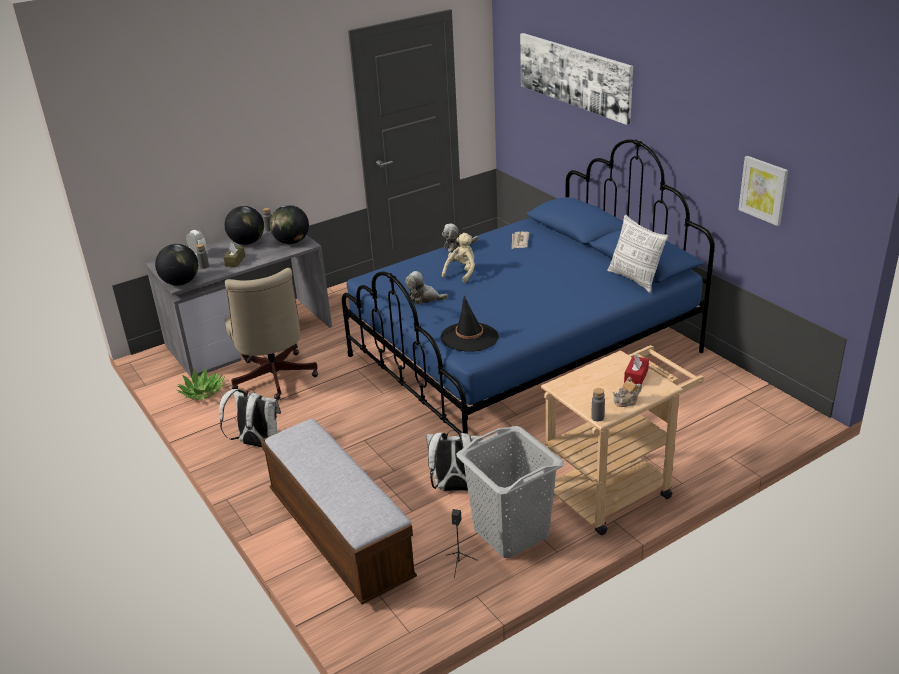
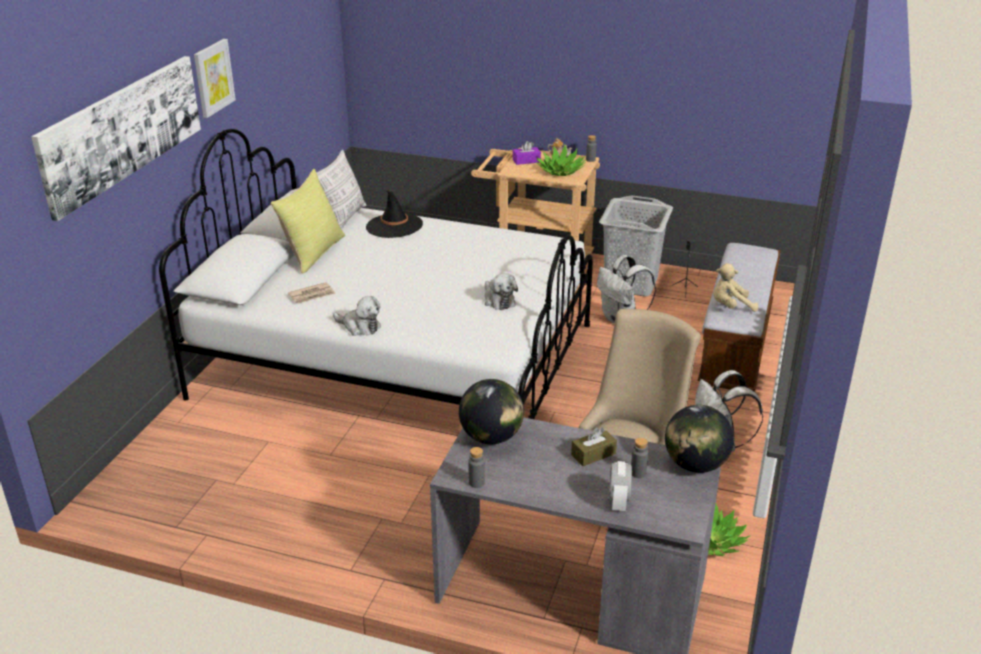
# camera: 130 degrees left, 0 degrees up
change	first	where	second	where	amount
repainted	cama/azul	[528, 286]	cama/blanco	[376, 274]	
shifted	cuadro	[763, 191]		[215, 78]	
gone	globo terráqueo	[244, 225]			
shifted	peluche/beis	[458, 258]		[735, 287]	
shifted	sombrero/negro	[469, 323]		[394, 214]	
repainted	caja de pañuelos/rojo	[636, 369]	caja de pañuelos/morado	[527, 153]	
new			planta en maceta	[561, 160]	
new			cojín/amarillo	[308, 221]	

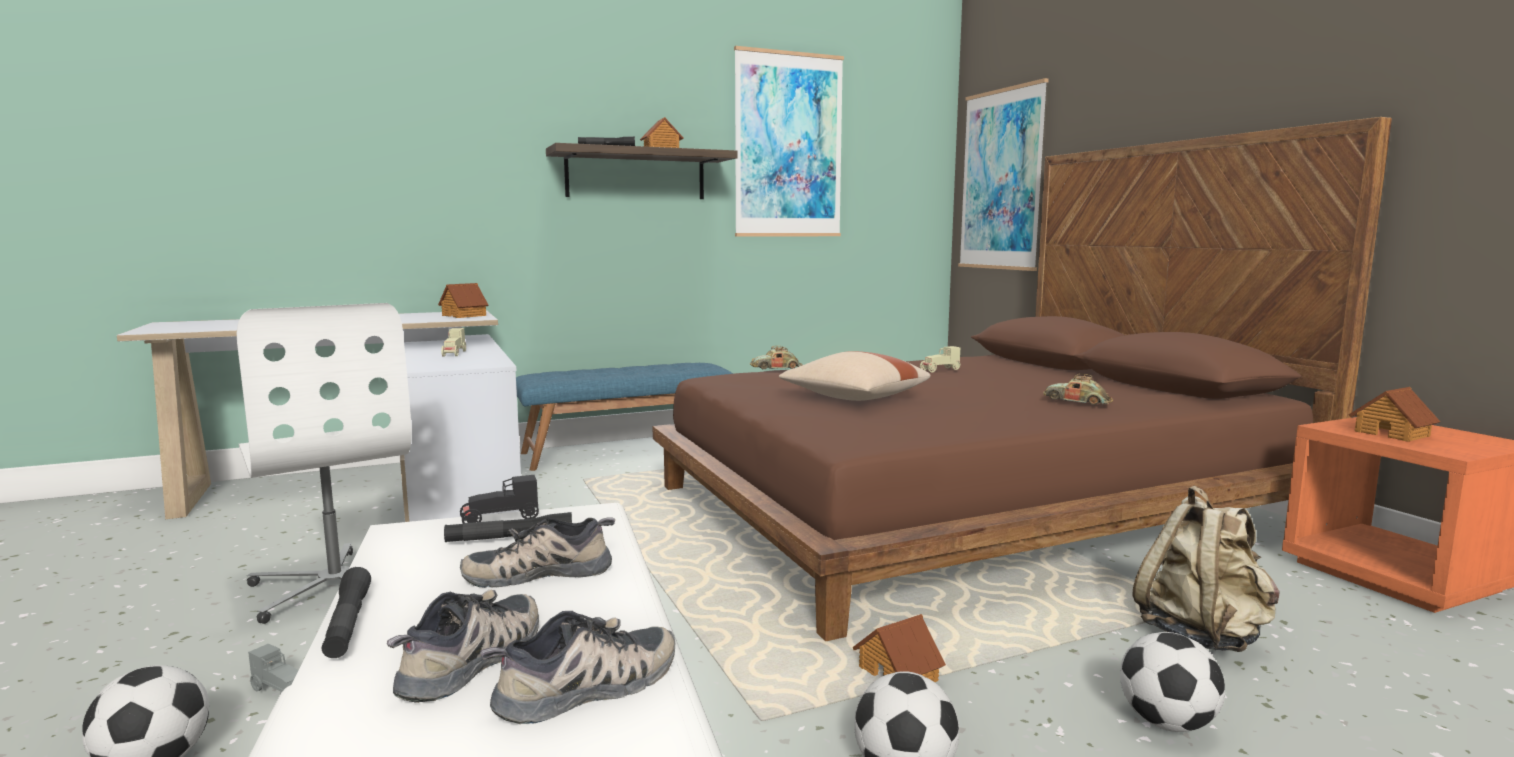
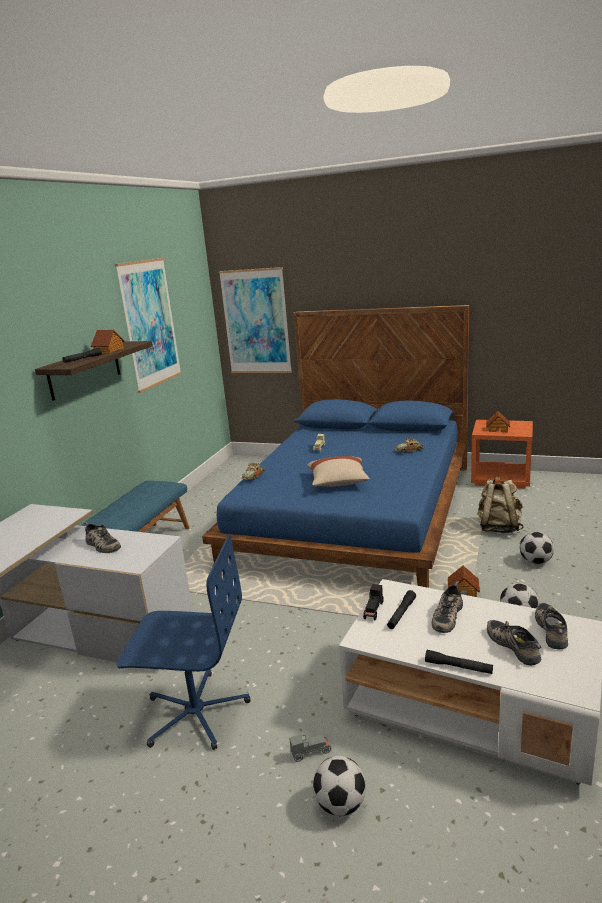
# camera: 45 degrees left, 10 degrees up
change	first	where	second	where	amount
repainted	cama/marrón	[1022, 379]	cama/azul	[335, 446]	
gone	casita	[463, 300]			
repainted	silla de oficina/blanco	[324, 463]	silla de oficina/azul	[183, 642]	
swapped	coche de juguete/beis	[453, 342]	zapato	[103, 537]	

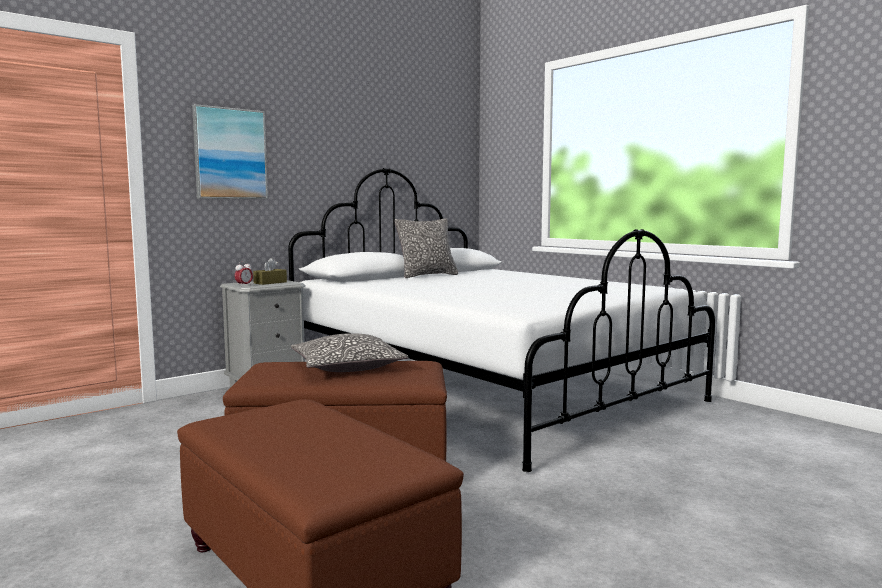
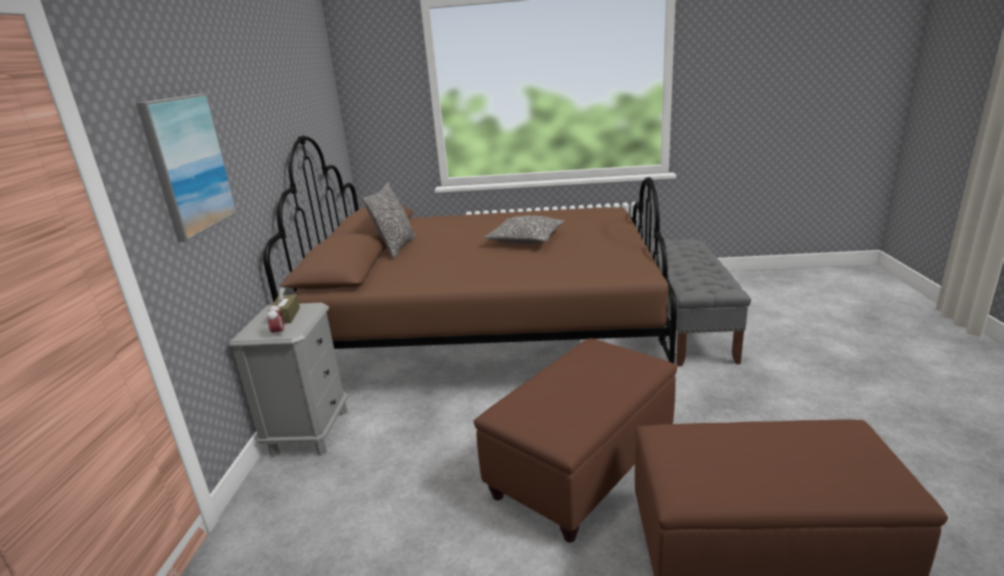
# camera: 45 degrees left, 15 degrees up
change	first	where	second	where	amount
repainted	cama/blanco	[501, 320]	cama/marrón	[470, 249]	
shifted	cojín	[350, 352]		[524, 229]	
new			banco/gris	[699, 302]	

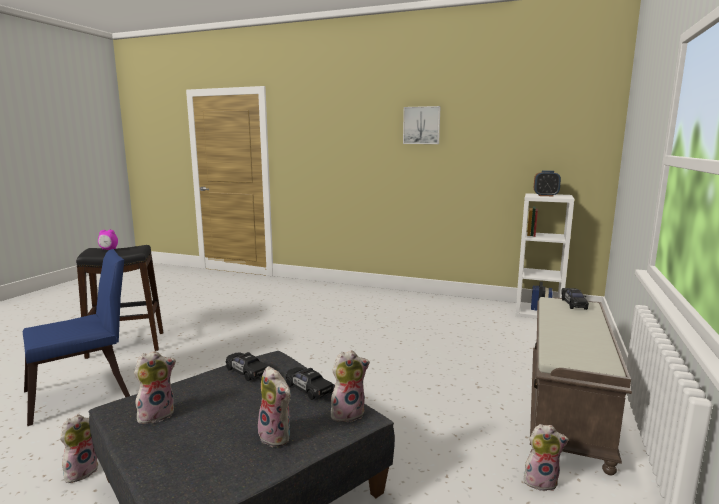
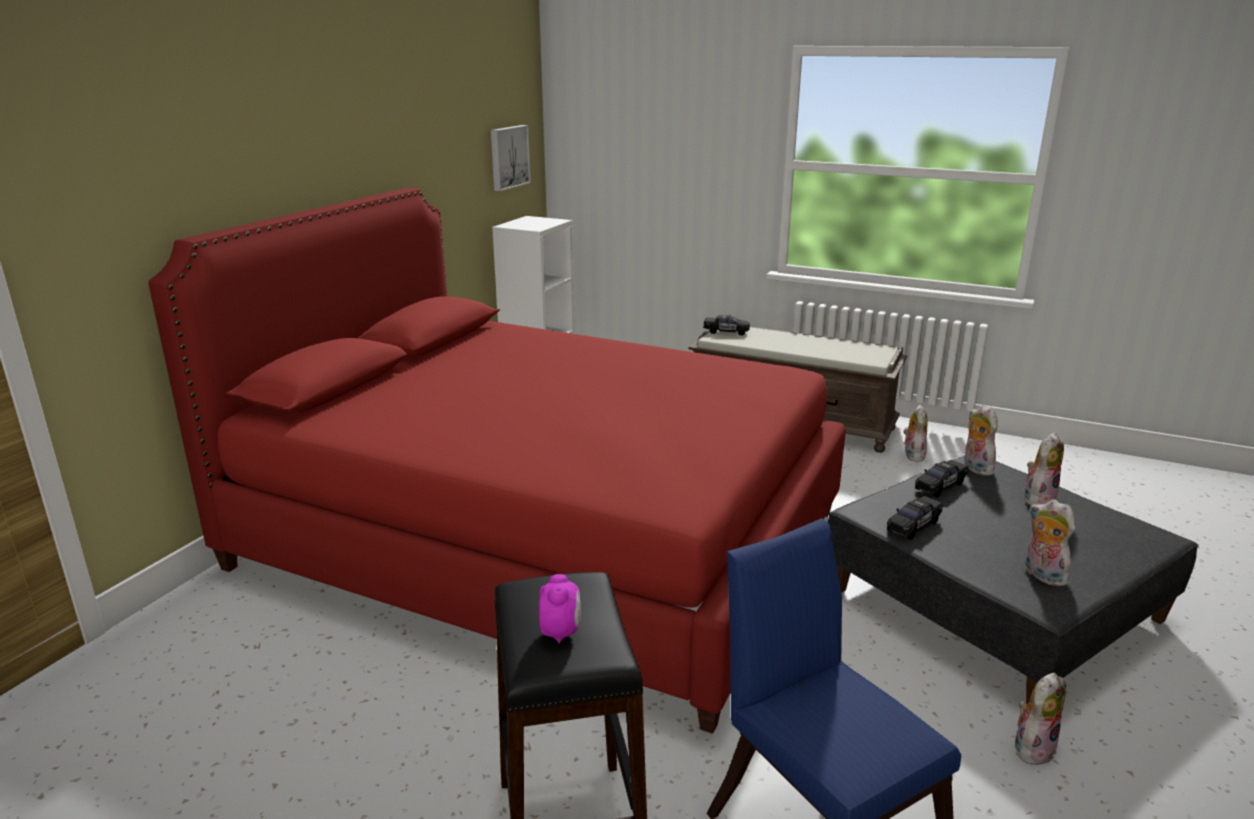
# camera: 85 degrees left, 10 degrees up
change	first	where	second	where	amount
shifted	cuadro	[422, 125]		[511, 158]	
gone	despertador	[547, 183]			
rotated	peluche	[79, 448]		[1040, 719]	105 degrees clockwise
new			cama/rojo	[497, 461]	

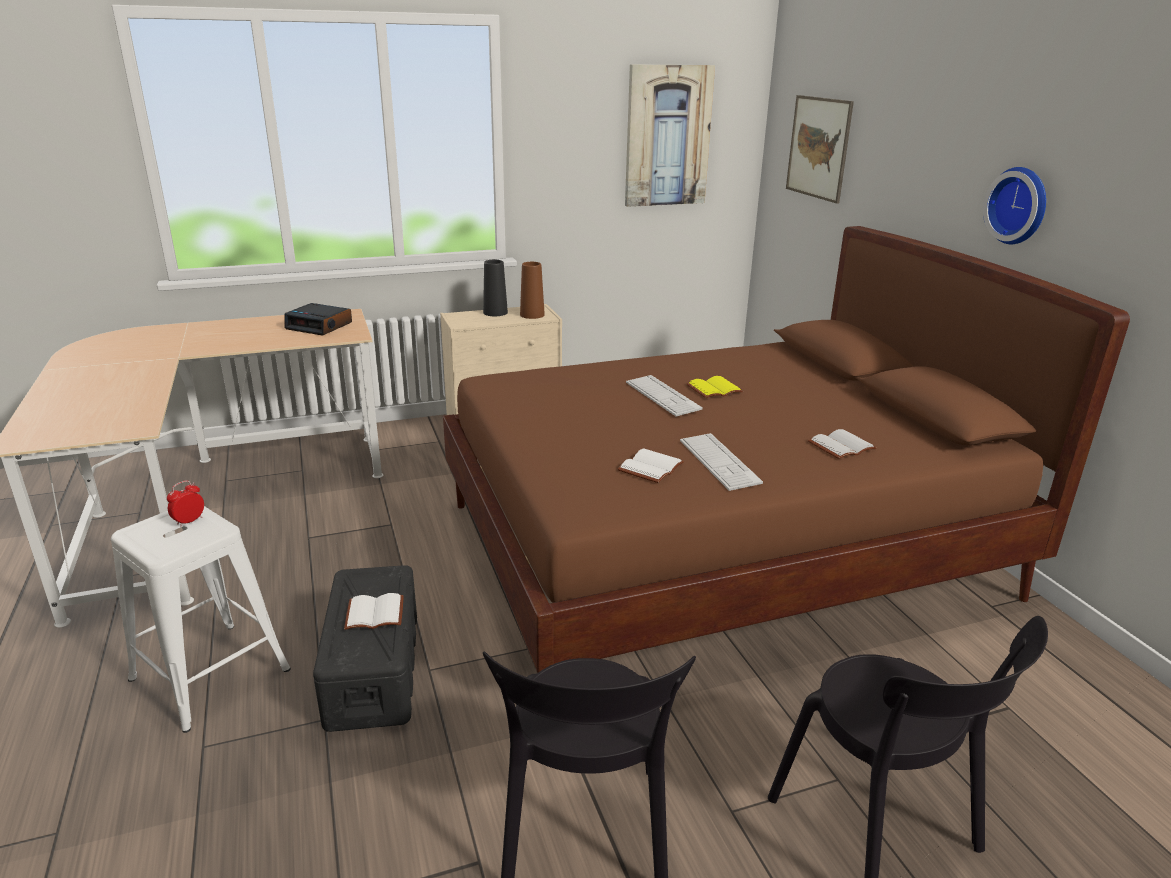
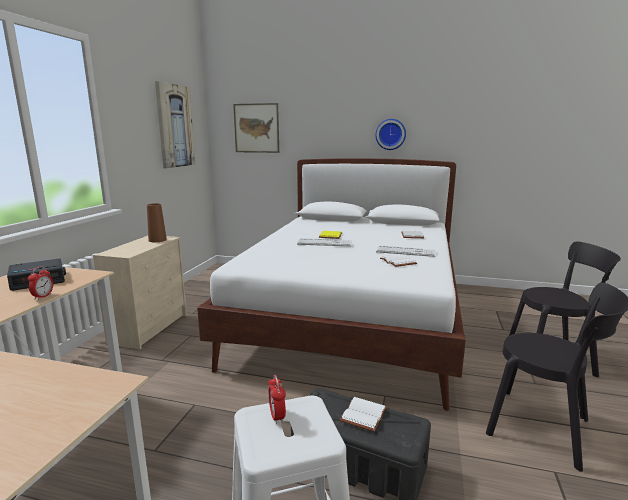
# camera: 55 degrees left, 10 degrees down
change	first	where	second	where	amount
repainted	cama/marrón	[786, 449]	cama/blanco	[331, 284]	
gone	florero/negro	[495, 288]			
new			despertador	[40, 283]	

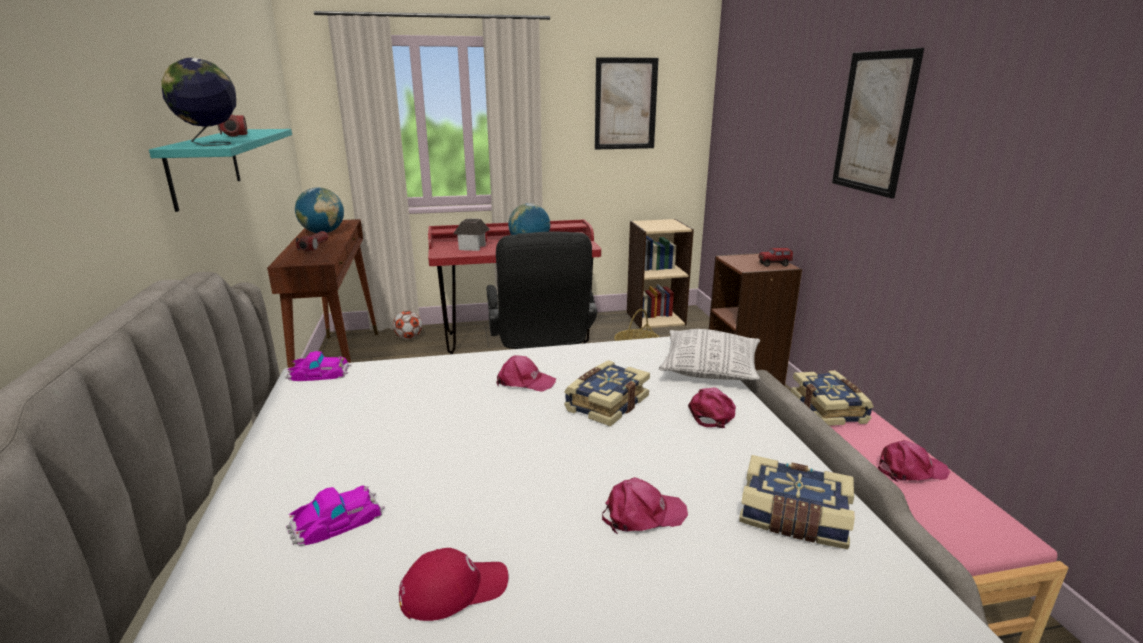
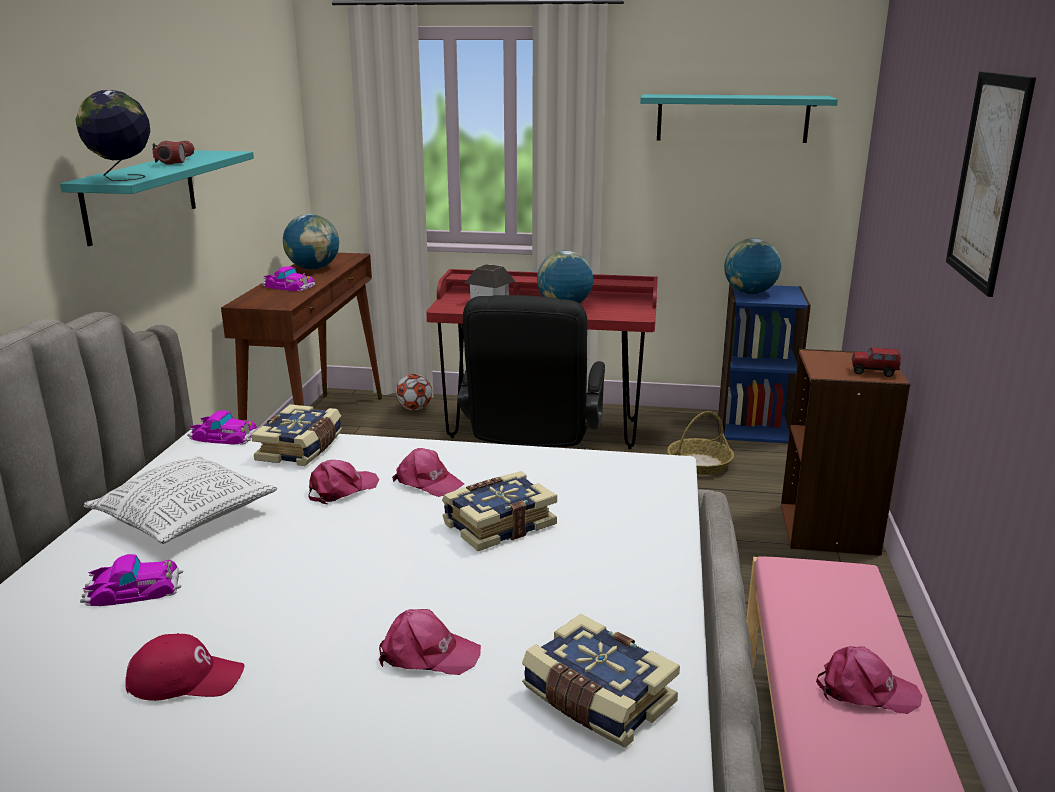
# camera: 20 degrees right, 0 degrees up
change	first	where	second	where	amount
swapped	cuadro	[626, 103]	estante/turquesa	[739, 118]	
repainted	estantería/beis	[660, 274]	estantería/azul	[764, 364]	
swapped	linterna	[312, 241]	coche de juguete	[288, 278]	
shifted	cojín	[710, 354]		[180, 500]	
shifted	libro	[832, 398]		[296, 435]	
shifted	gorra/rosa	[712, 408]		[343, 482]	
new			globo terráqueo	[752, 266]	

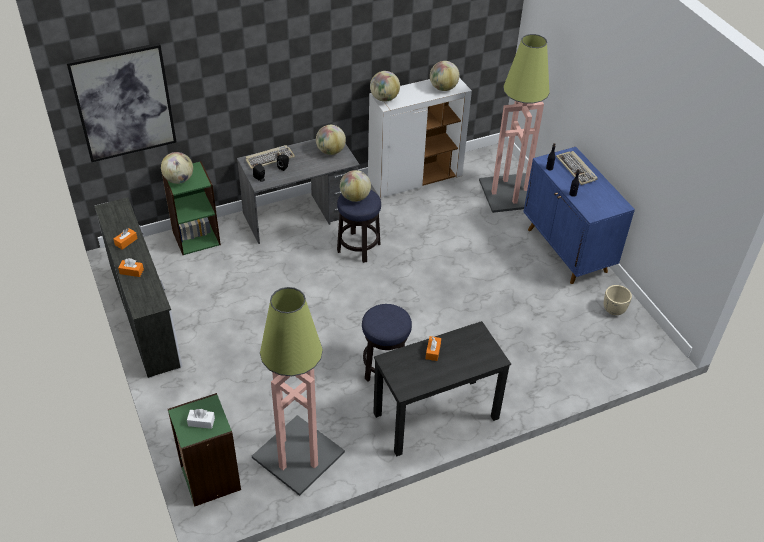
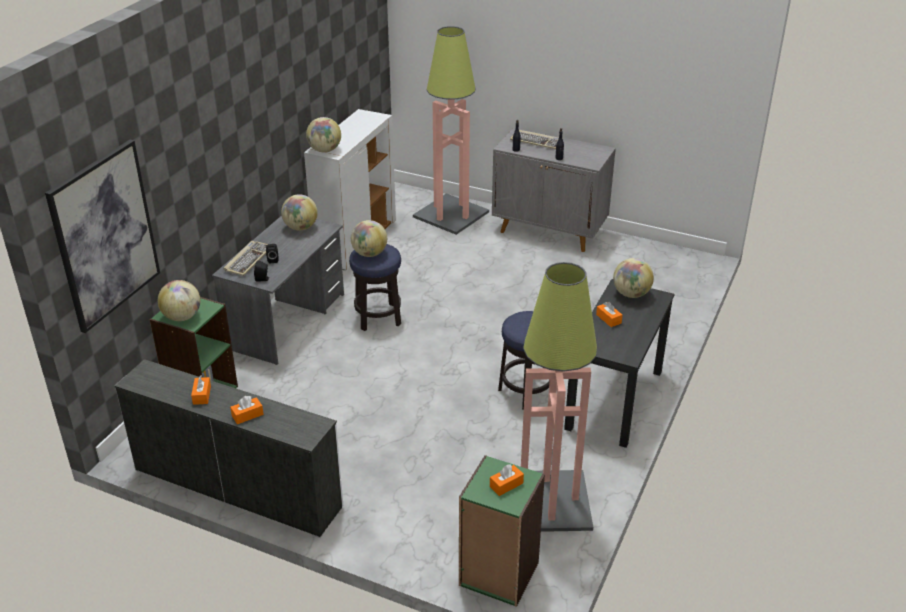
# camera: 40 degrees left, 10 degrees down
change	first	where	second	where	amount
shifted	globo terráqueo	[444, 76]		[633, 278]	
repainted	armario/azul	[579, 215]	armario/gris	[554, 190]	
gone	maceta/beis	[618, 300]			
repainted	caja de pañuelos/blanco	[201, 419]	caja de pañuelos/naranja	[507, 480]	

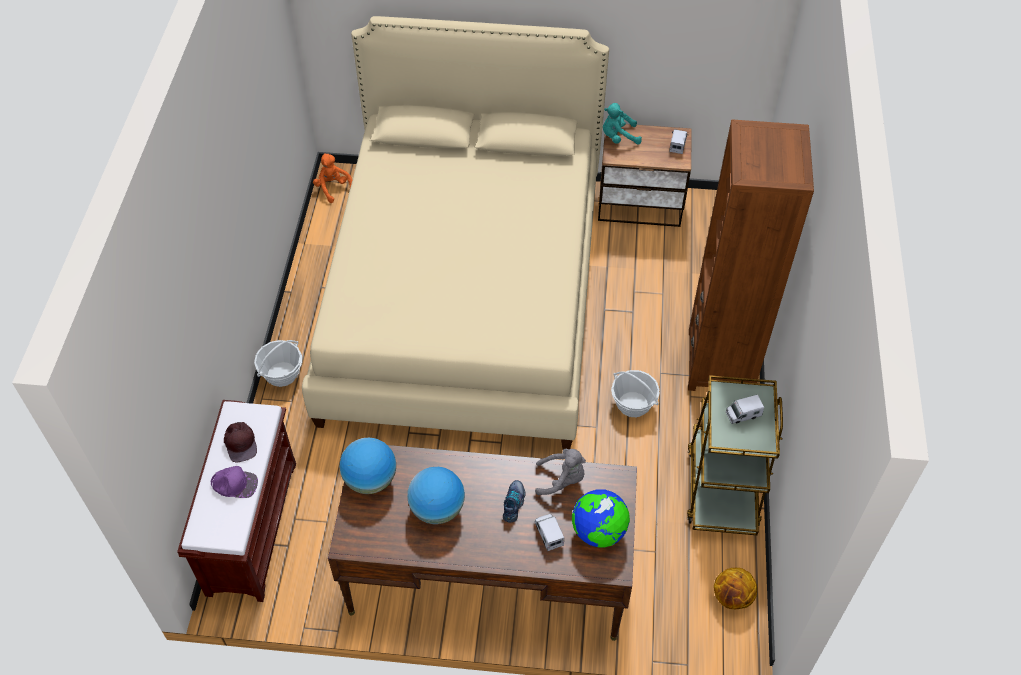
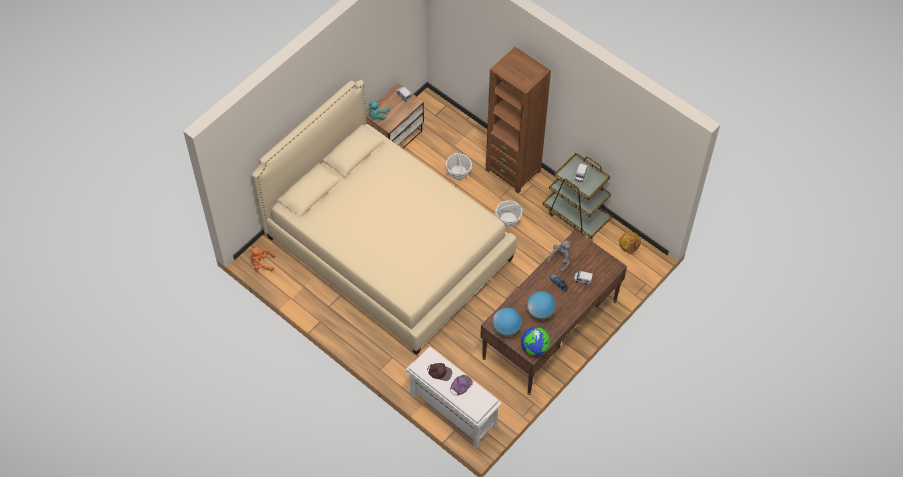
# camera: 55 degrees left, 5 degrees up
change	first	where	second	where	amount
shifted	cesta	[278, 363]		[459, 165]	
repainted	banco/marrón	[236, 501]	banco/blanco	[454, 397]	
shifted	globo terráqueo	[601, 518]		[535, 341]	

